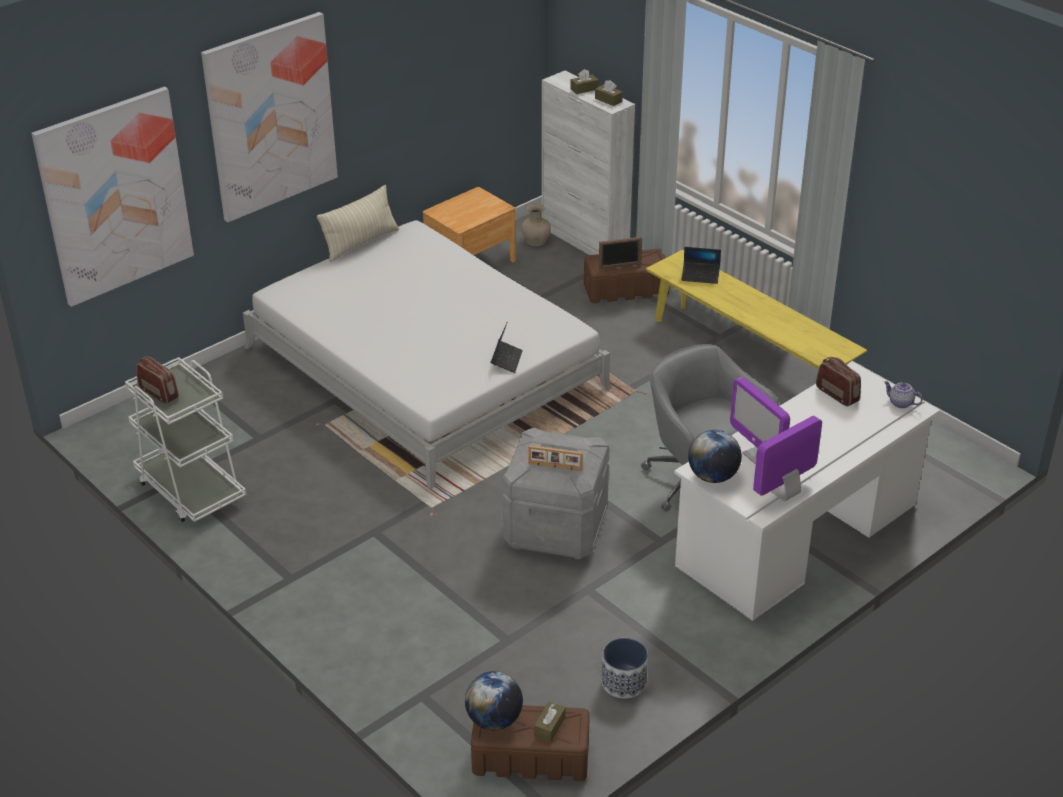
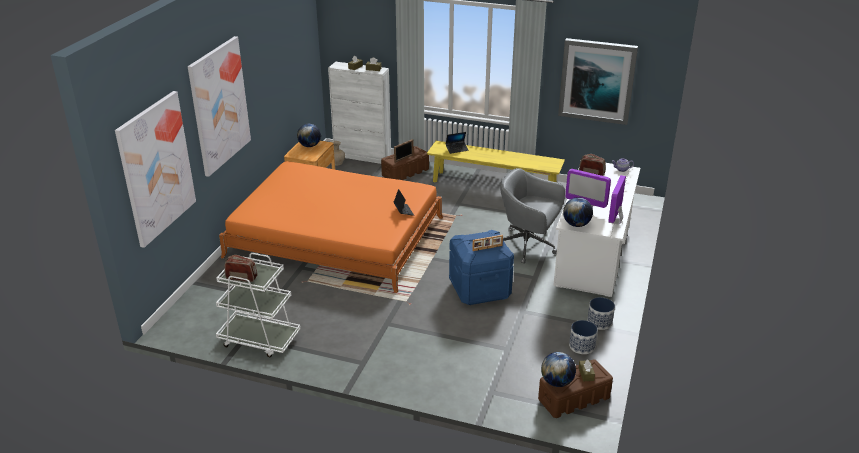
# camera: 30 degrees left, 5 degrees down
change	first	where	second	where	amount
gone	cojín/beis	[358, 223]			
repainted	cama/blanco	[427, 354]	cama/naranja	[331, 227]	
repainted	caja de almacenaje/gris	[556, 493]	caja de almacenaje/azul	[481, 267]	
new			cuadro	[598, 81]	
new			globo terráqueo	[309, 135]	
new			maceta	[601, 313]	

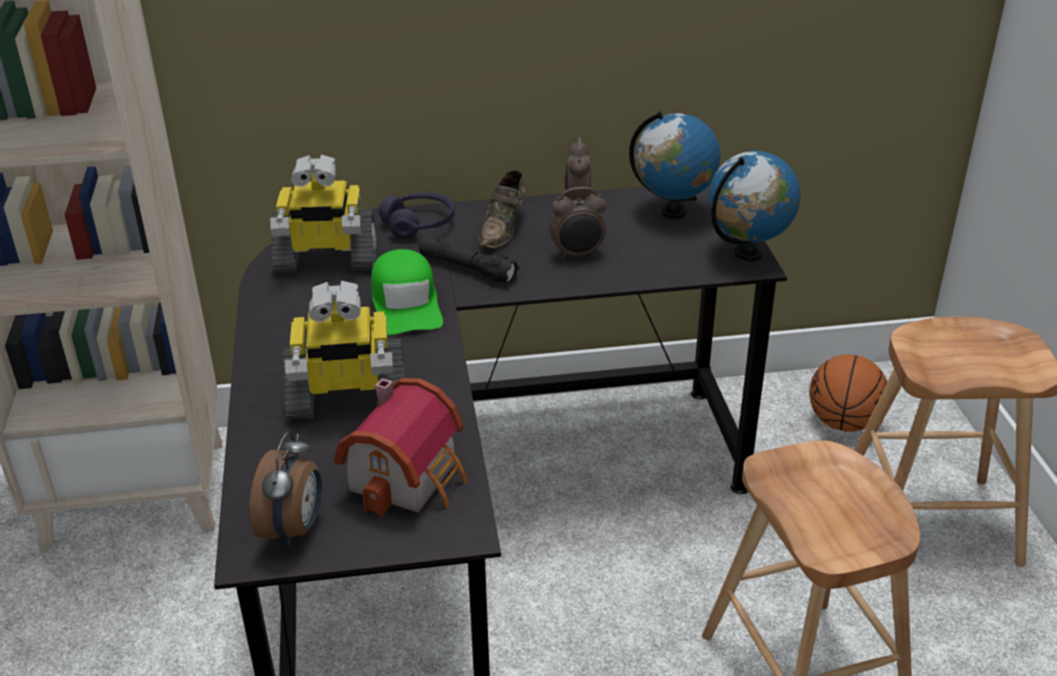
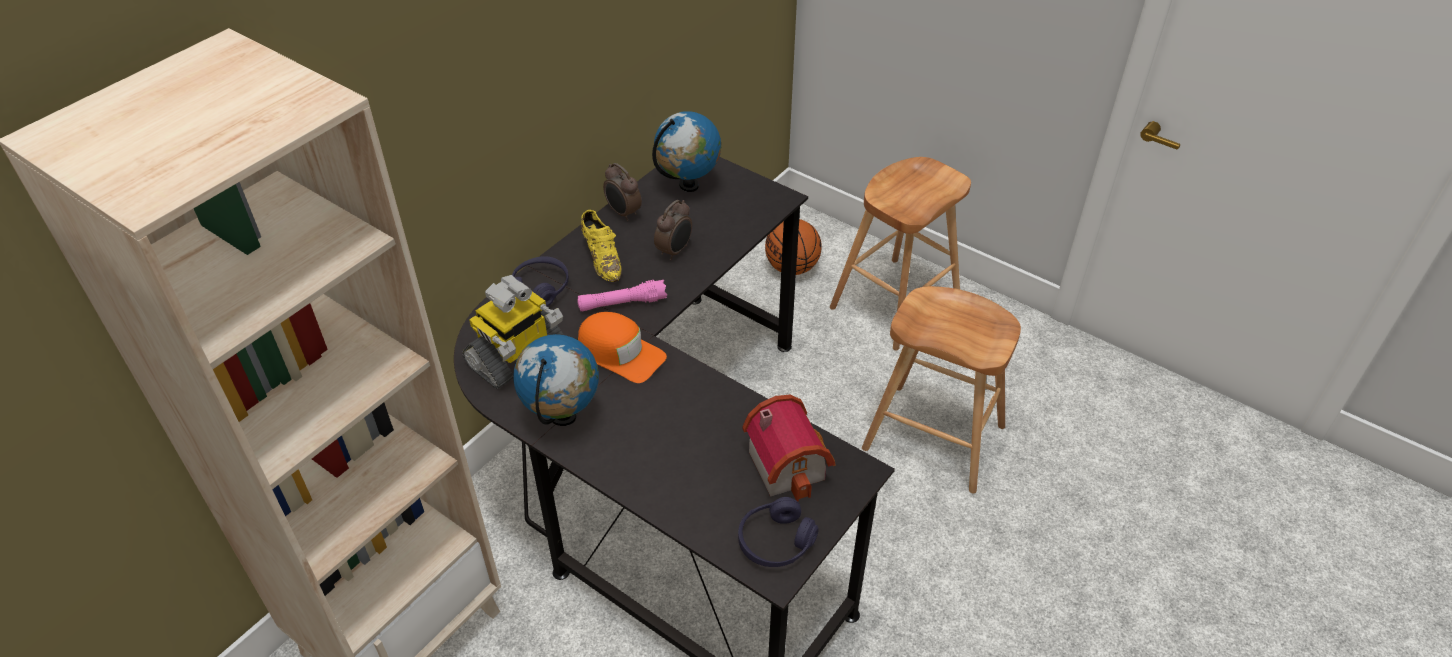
# camera: 45 degrees left, 10 degrees up
change	first	where	second	where	amount
shifted	globo terráqueo	[755, 206]		[556, 380]	
repainted	zapato/marrón	[502, 209]	zapato/amarillo	[601, 246]	
repainted	linterna/negro	[469, 260]	linterna/rosa	[622, 295]	
repainted	gorra/verde	[407, 292]	gorra/naranja	[622, 347]	
gone	robot de juguete	[343, 350]			
swapped	despertador	[285, 488]	auriculares/morado	[778, 532]	

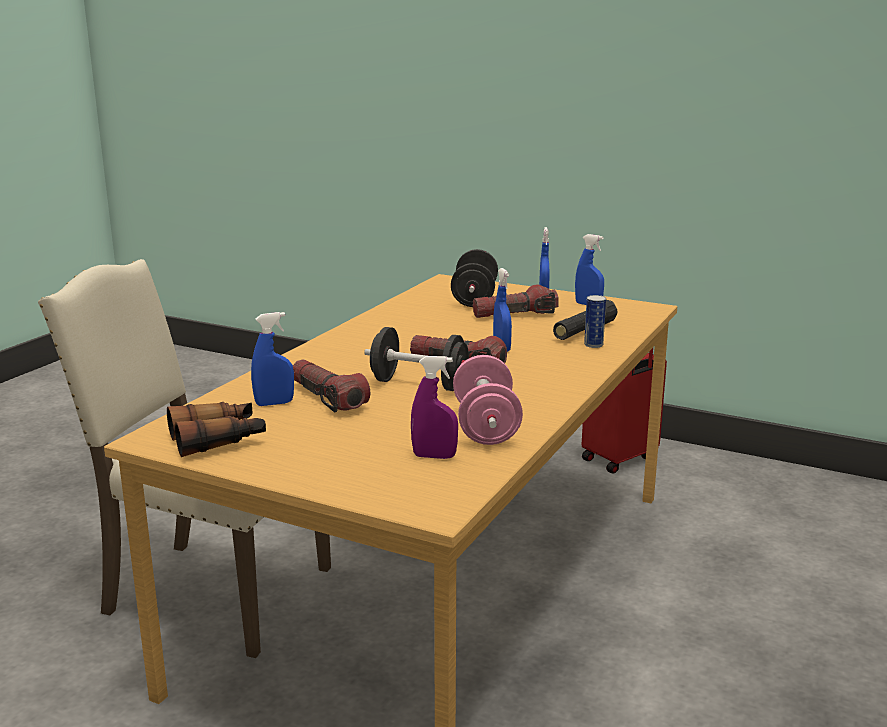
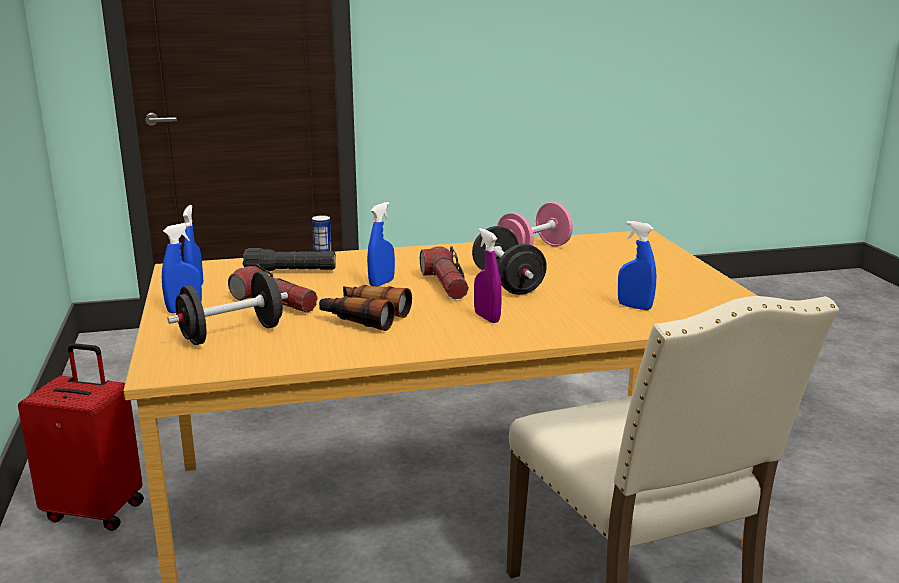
# camera: 130 degrees left, 0 degrees up
change	first	where	second	where	amount
shifted	pulverizador/morado	[434, 407]		[488, 275]	
gone	linterna	[331, 385]			
shifted	prismáticos	[216, 429]		[365, 308]	

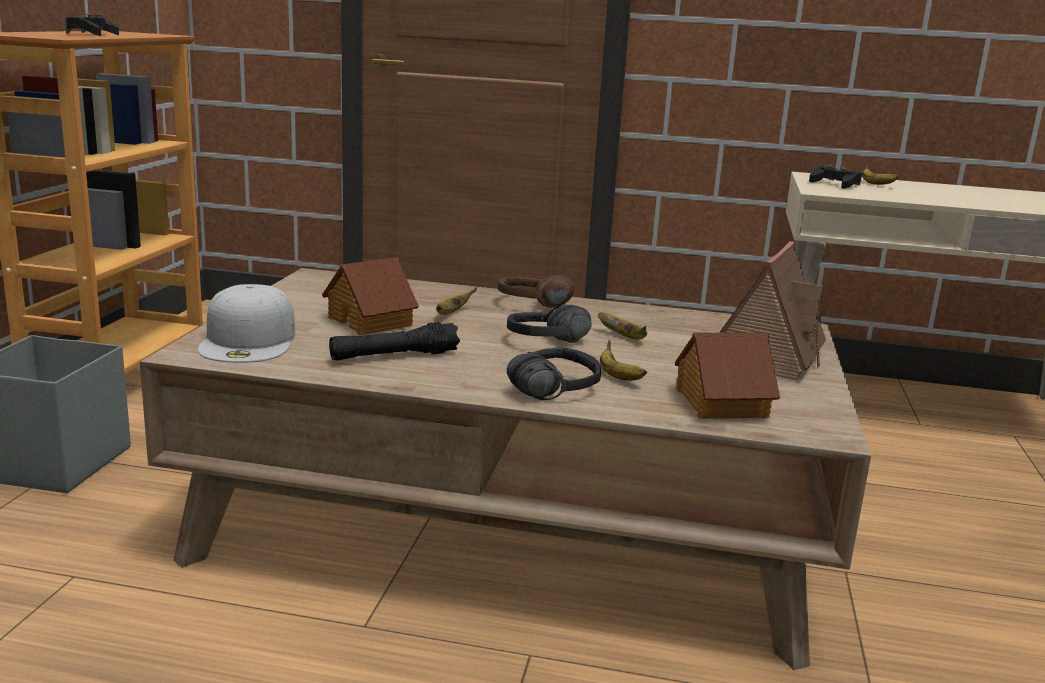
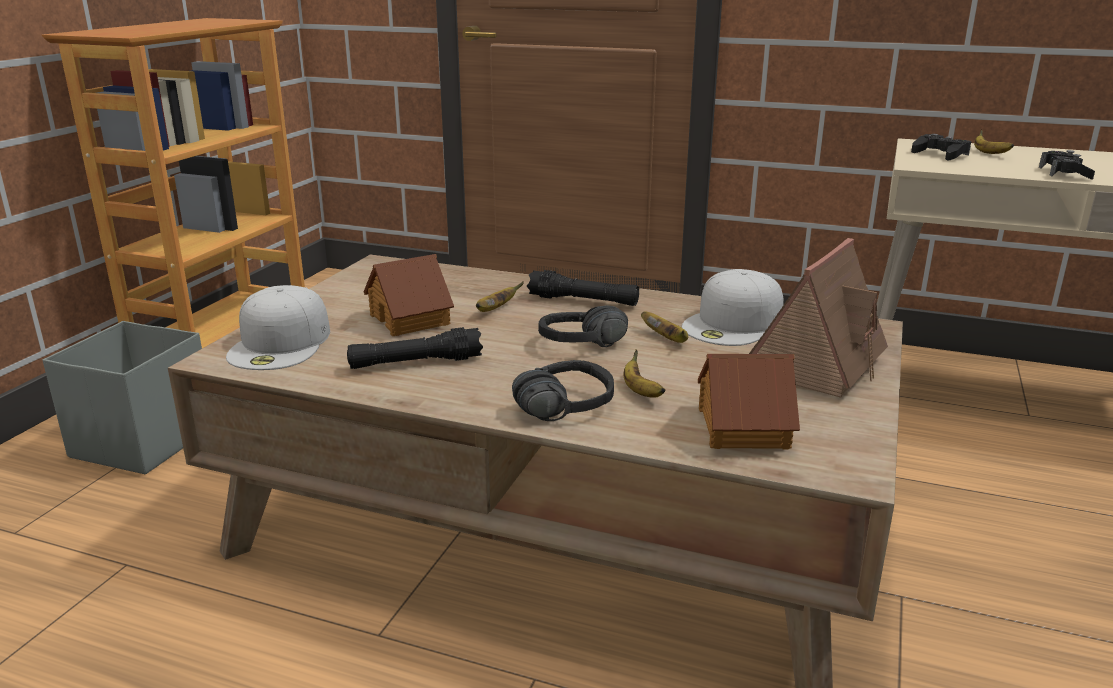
# camera: 10 degrees right, 5 degrees up
change	first	where	second	where	amount
shifted	mando de consola/negro	[92, 25]		[1067, 165]	
swapped	auriculares/marrón	[536, 291]	linterna/negro	[583, 288]	
new			gorra/blanco	[732, 307]	

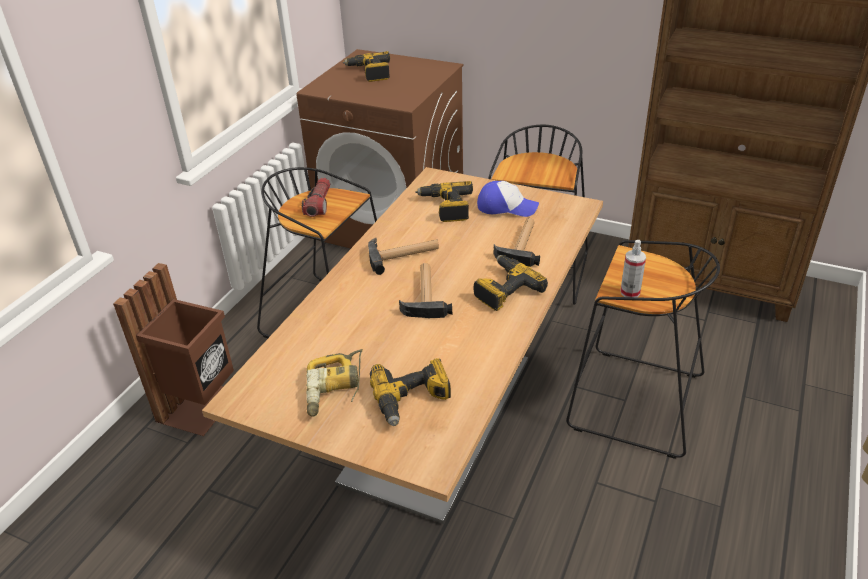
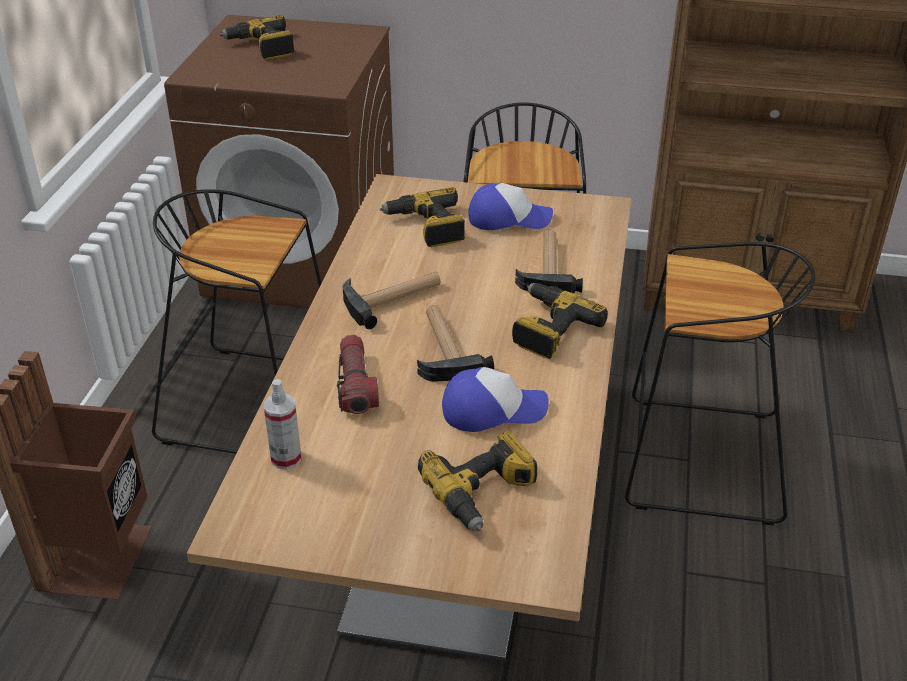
# camera: 15 degrees left, 0 degrees up
change	first	where	second	where	amount
shifted	linterna	[315, 197]		[358, 374]	
shifted	pulverizador	[633, 268]		[283, 424]	
gone	taladro	[334, 383]			
new			gorra	[495, 399]	

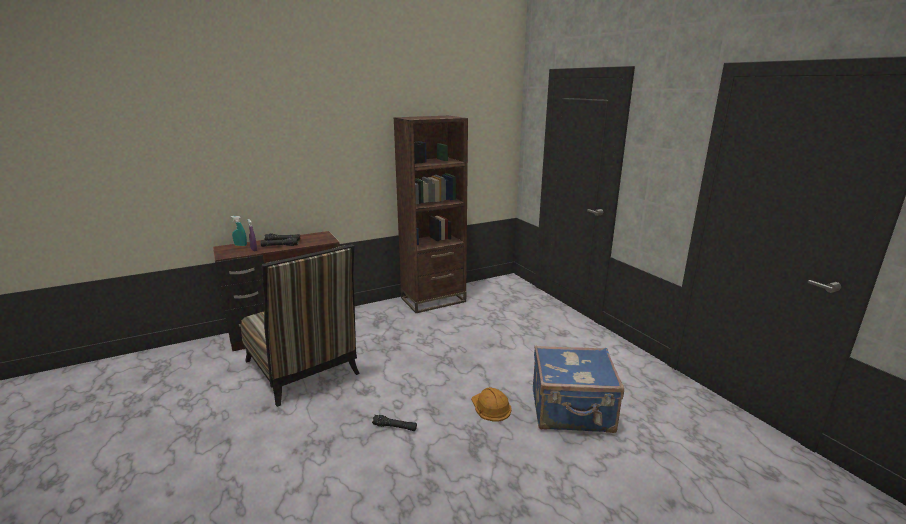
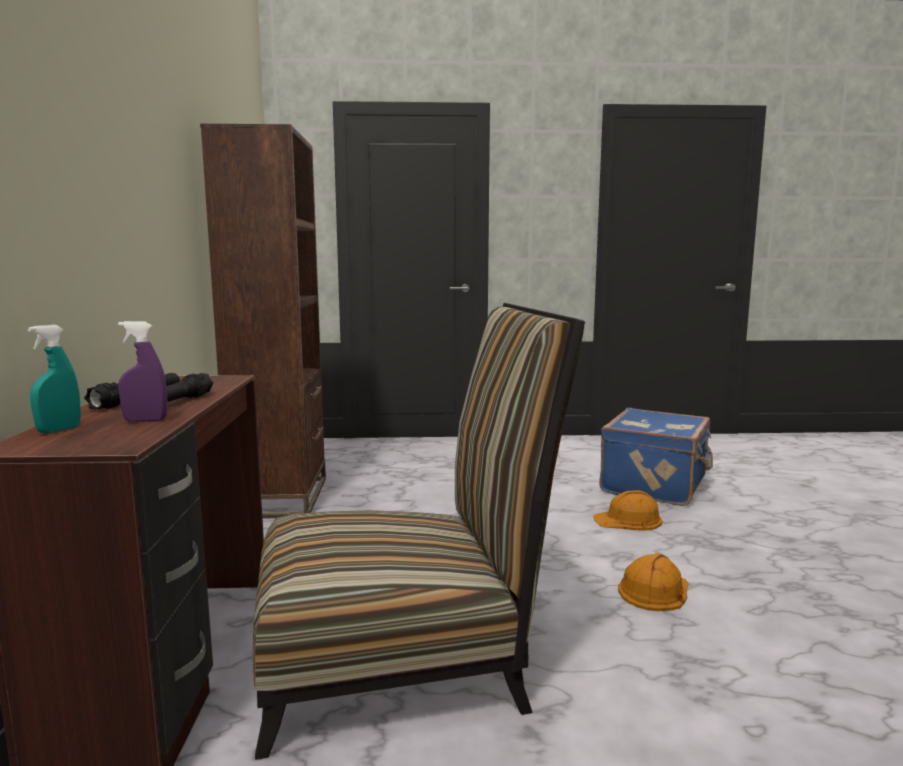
# camera: 65 degrees left, 10 degrees down
change	first	where	second	where	amount
swapped	linterna/negro	[394, 423]	casco/naranja	[653, 582]	

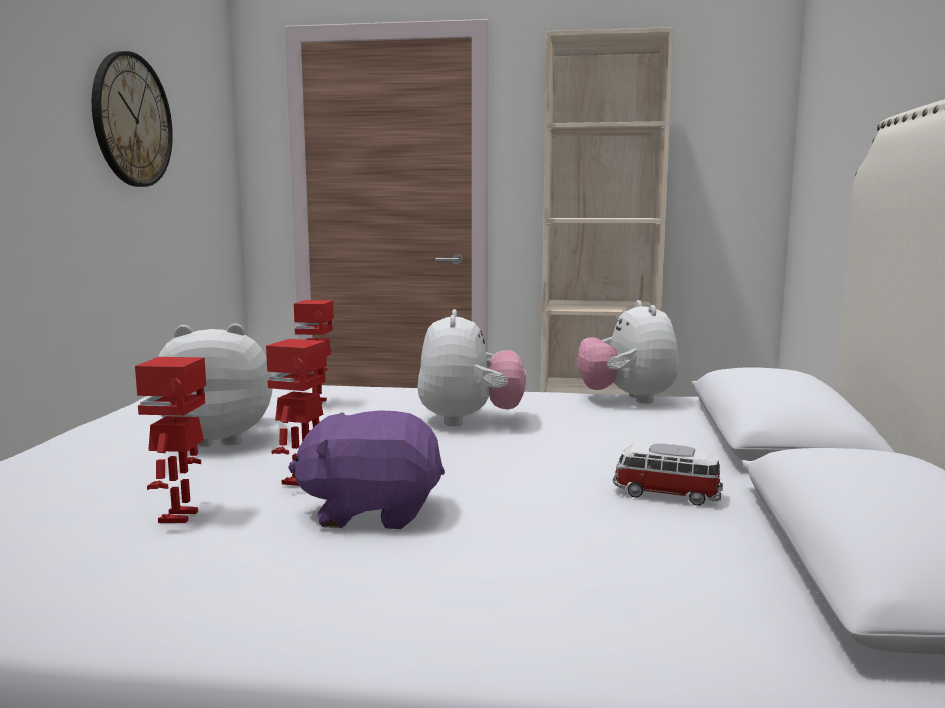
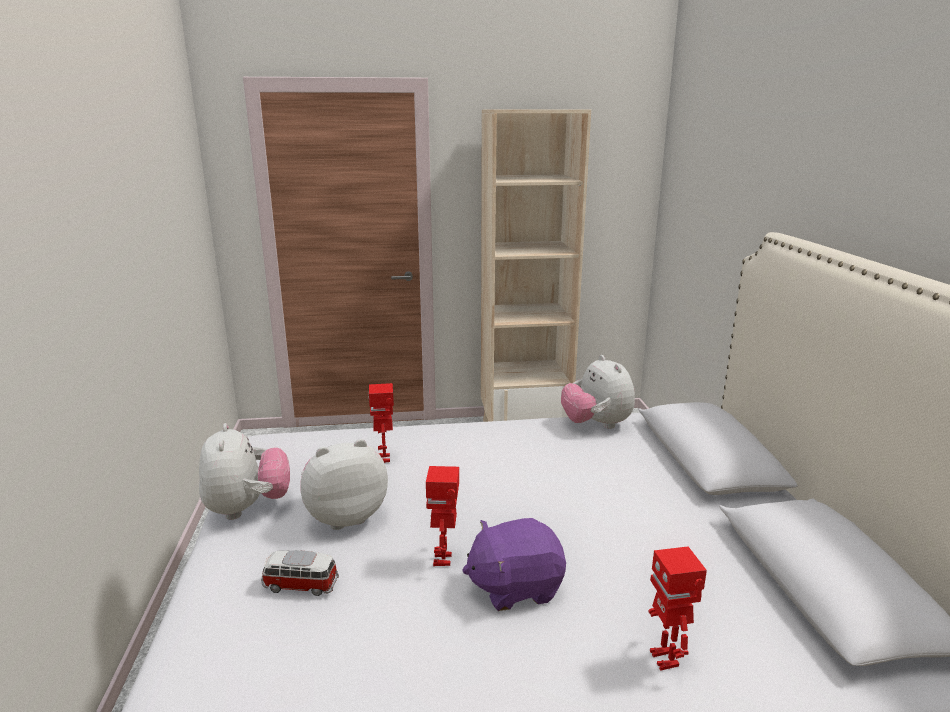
# camera: 15 degrees left, 10 degrees up
change	first	where	second	where	amount
gone	reloj de pared	[132, 119]			
shifted	peluche	[471, 368]		[244, 471]	
shifted	robot de juguete	[170, 440]		[677, 609]	
shifted	coche de juguete	[668, 475]		[300, 573]	

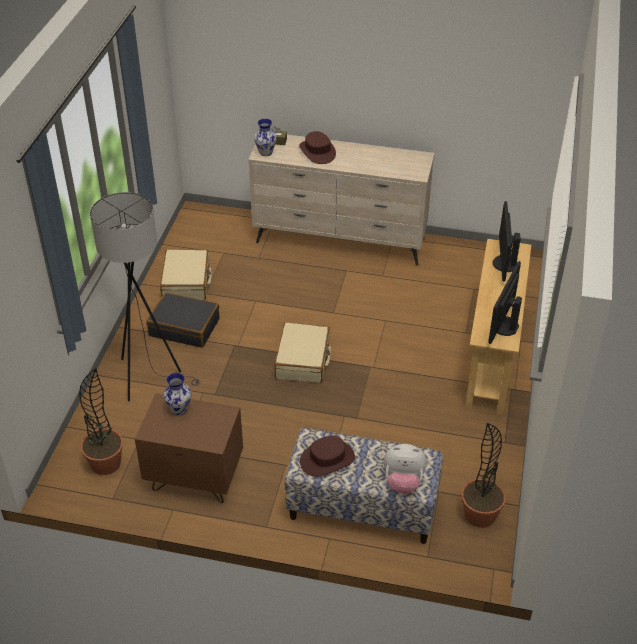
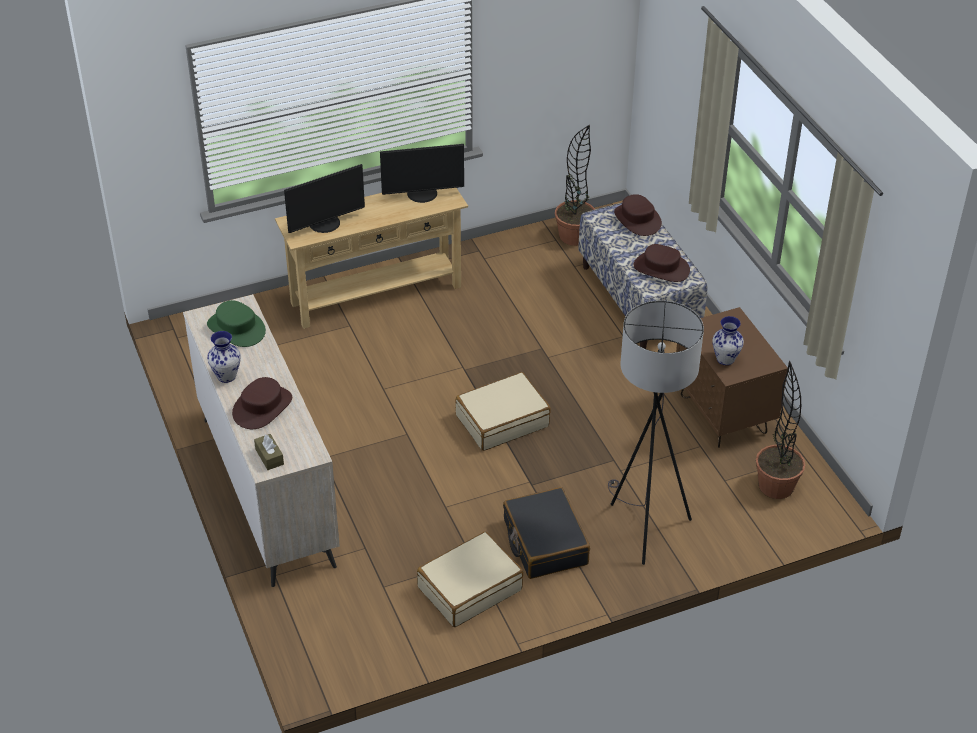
# camera: 125 degrees left, 0 degrees up
change	first	where	second	where	amount
shifted	florero	[265, 137]		[224, 357]	
swapped	peluche	[405, 468]	sombrero/marrón	[638, 215]	
new			sombrero/verde	[236, 323]	

